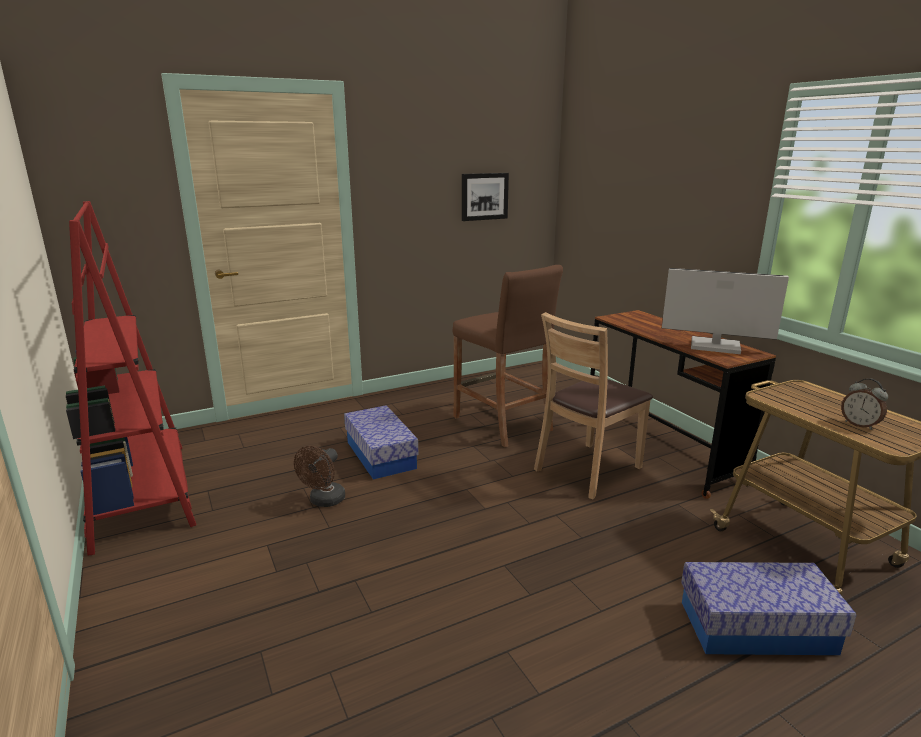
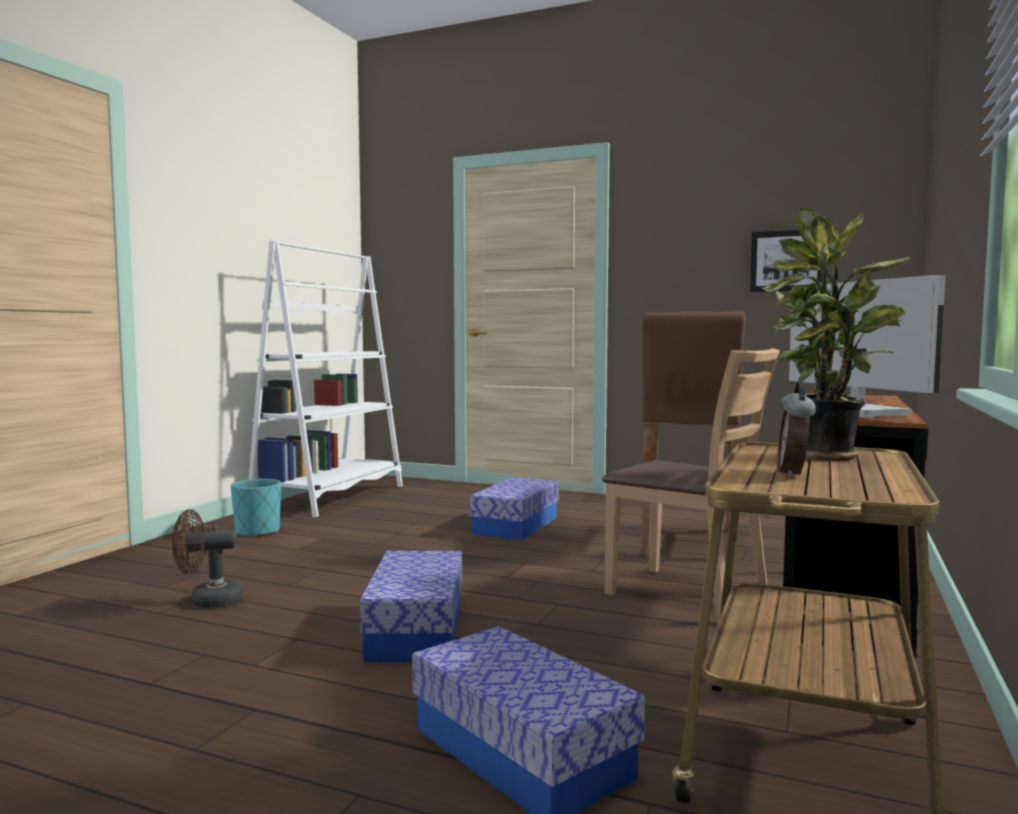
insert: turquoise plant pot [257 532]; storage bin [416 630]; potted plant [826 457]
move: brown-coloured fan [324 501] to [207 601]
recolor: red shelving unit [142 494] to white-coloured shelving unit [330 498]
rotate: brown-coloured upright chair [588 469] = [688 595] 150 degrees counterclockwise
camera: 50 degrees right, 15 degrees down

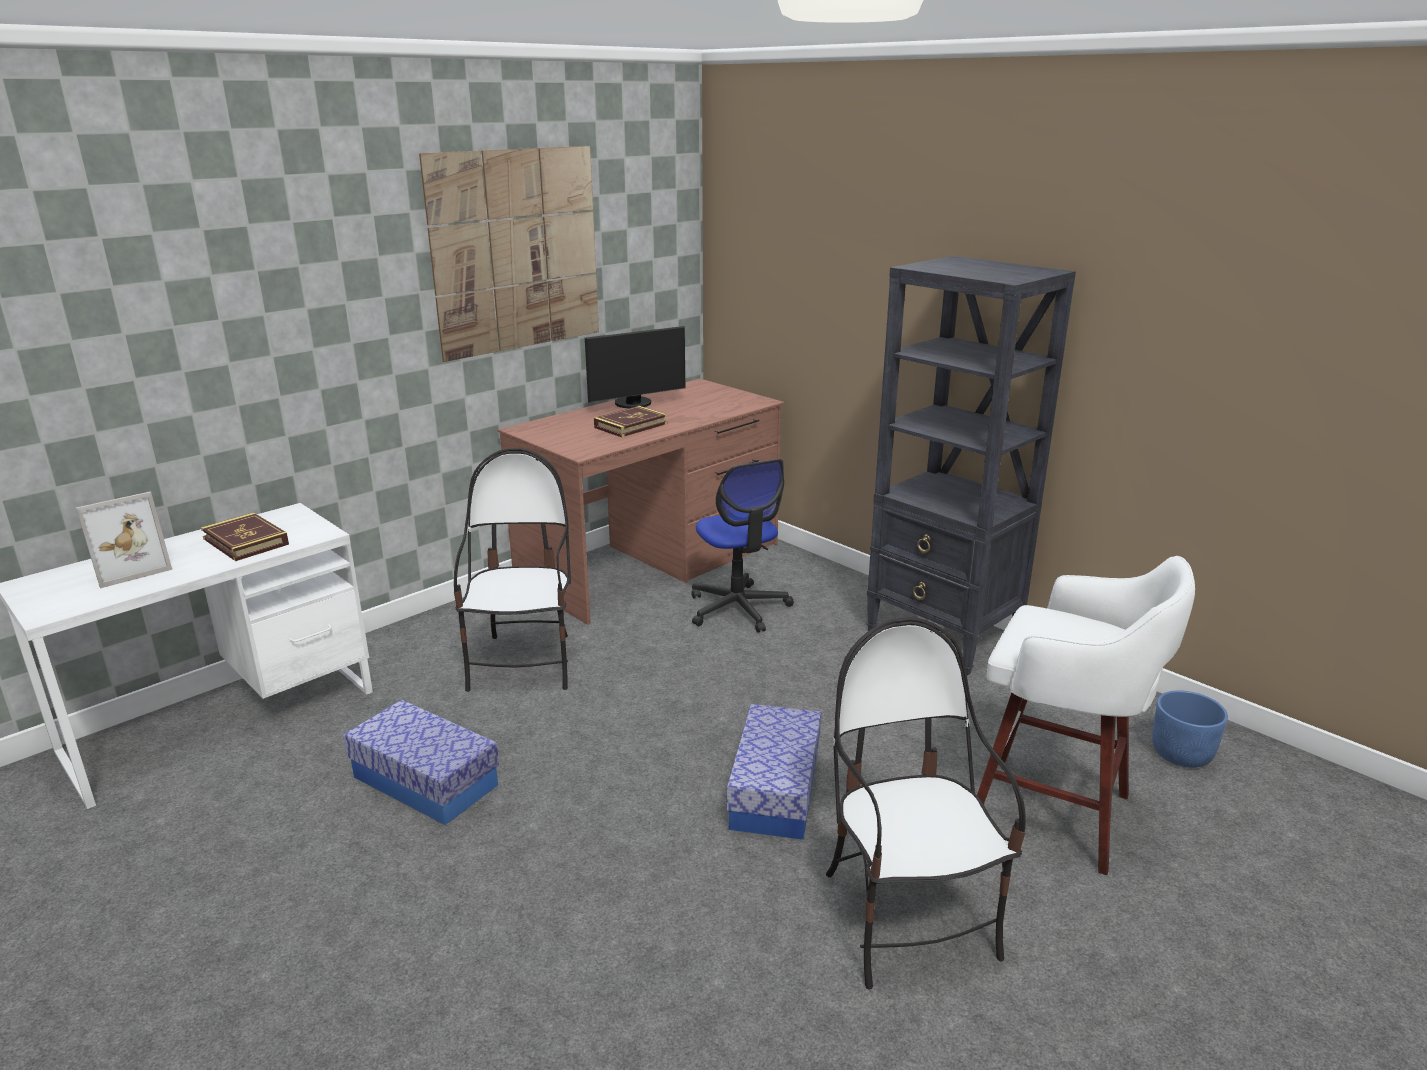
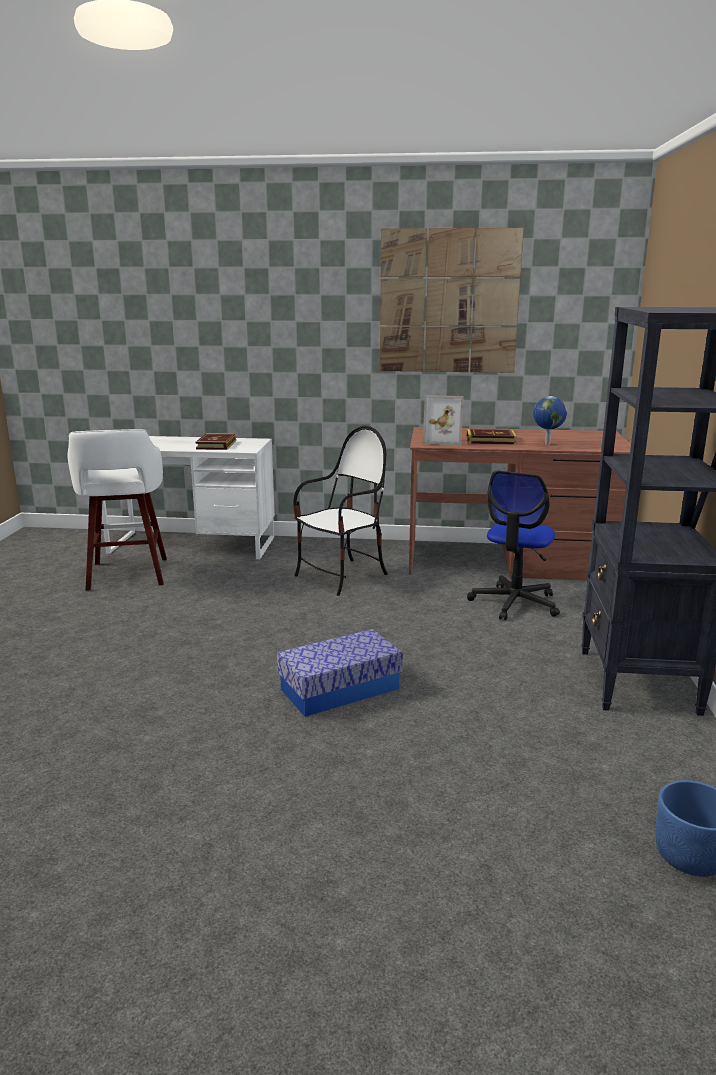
delete: storage bin [425 781]; monitor [635 404]; upright chair [907 919]
insert: globe [546 444]
move: picture frame [130 568] to [443 441]; white-coloured stool [1055 814] to [127 575]
camera: 50 degrees right, 5 degrees down

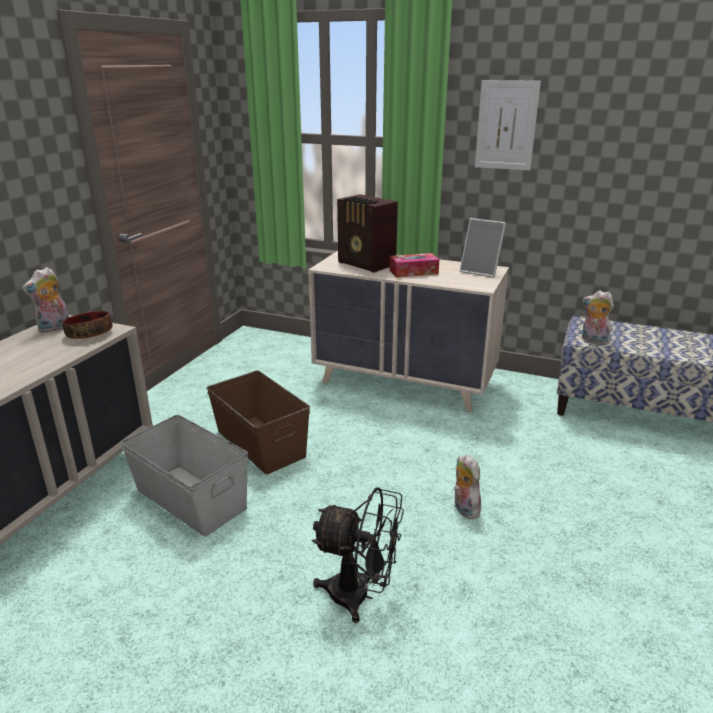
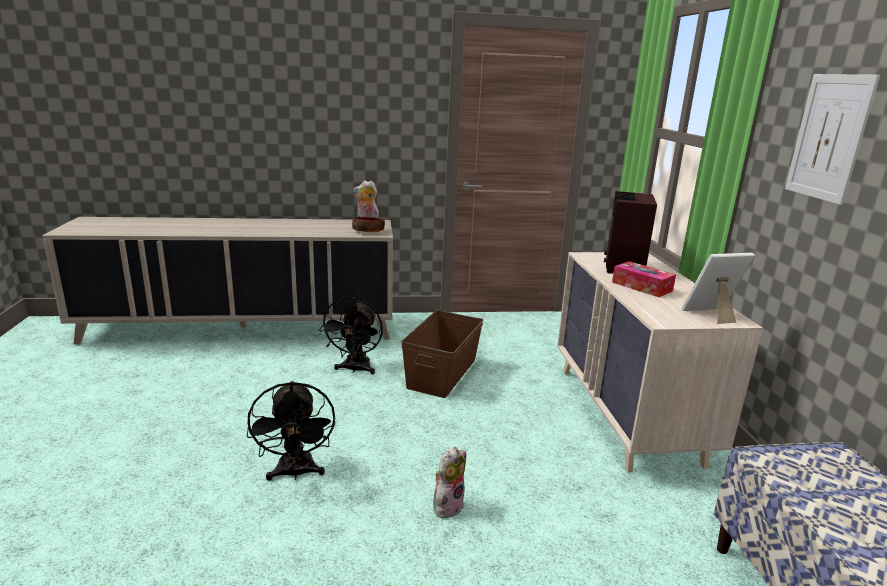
delete: soft toy [593 341]
replace: grey storage bin [191 498] to black fan [355 369]
rotate: picture frame [481 271] = [712 315] 75 degrees clockwise
camera: 60 degrees right, 5 degrees down

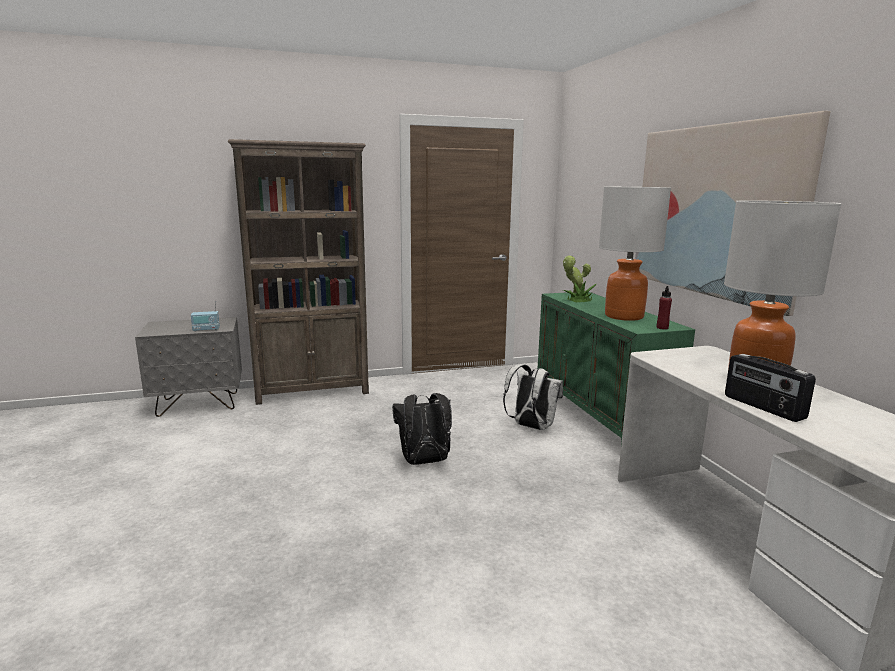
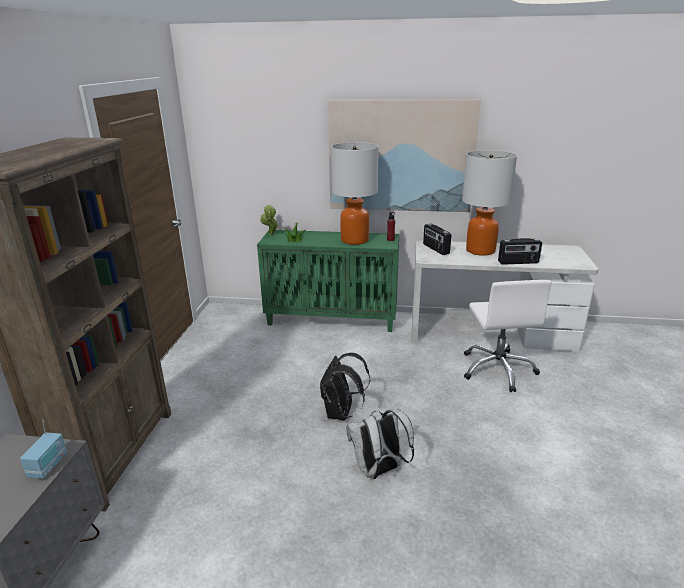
insert: radio receiver [435 249]; white-coloured office chair [498 369]
move: white-coloured knapsack [531 427] to [379 470]
camera: 65 degrees left, 10 degrees up

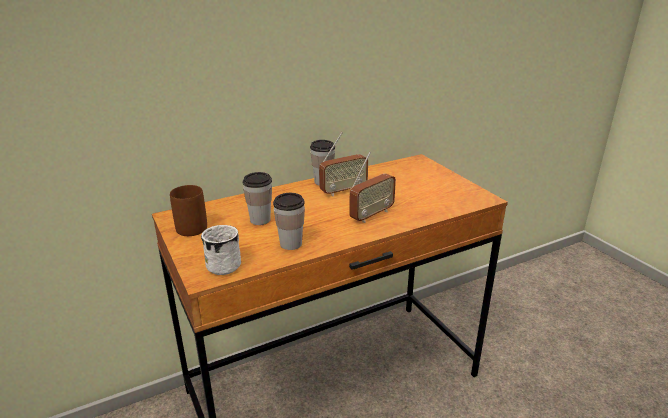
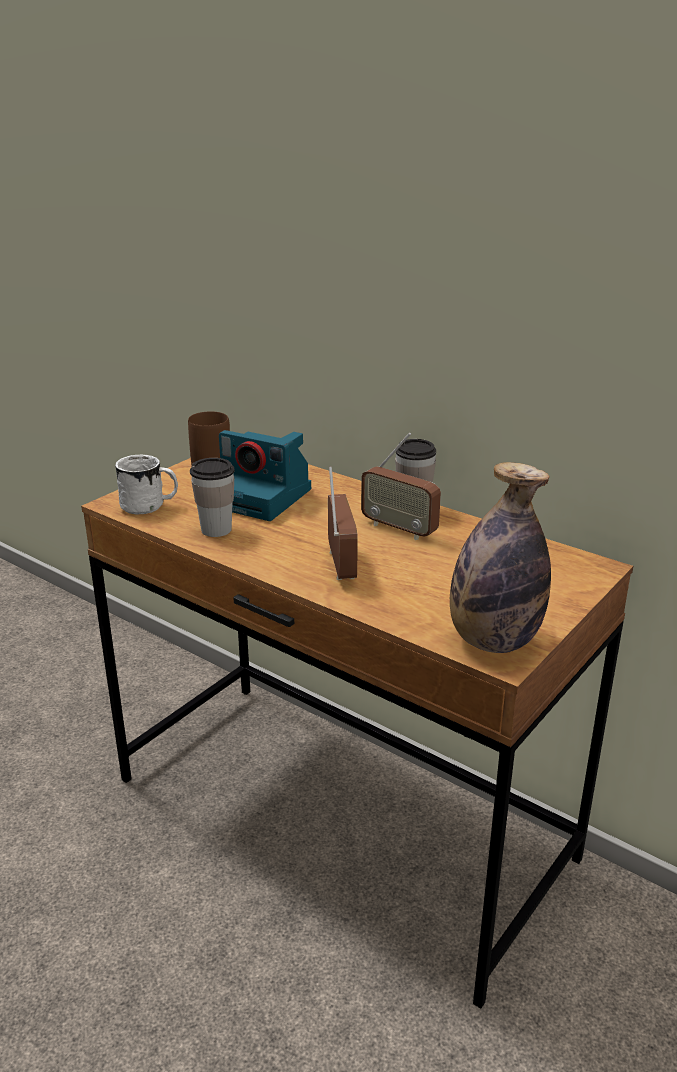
insert: drink bottle [493 641]
replace: drinking cup [260 220] to photo camera [262 497]
rotate: radio receiver [371 215] = [340 565] 120 degrees counterclockwise
camera: 65 degrees right, 0 degrees up

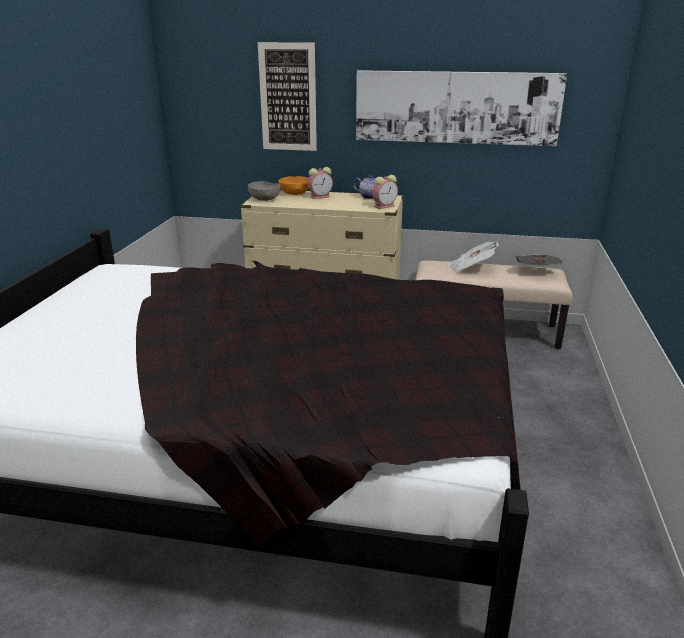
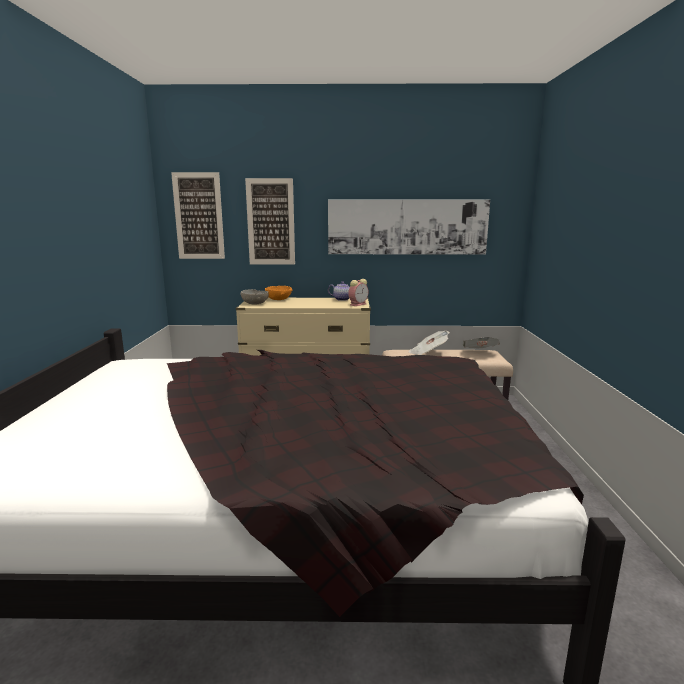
delete: alarm clock [320 197]
insert: picture [198 216]
camera: 10 degrees left, 10 degrees down

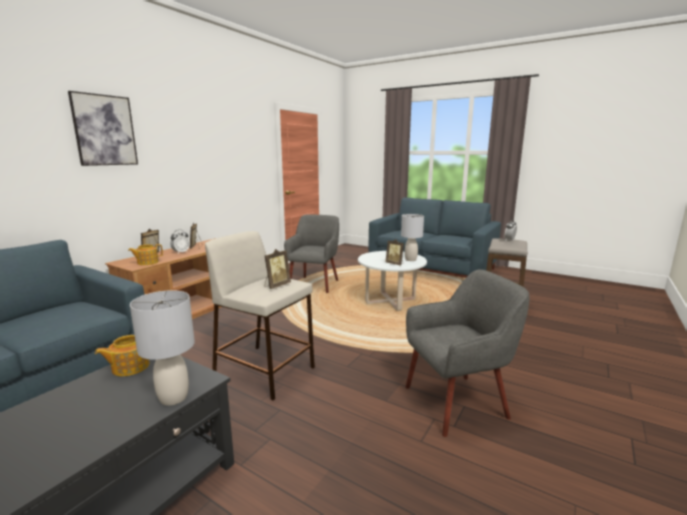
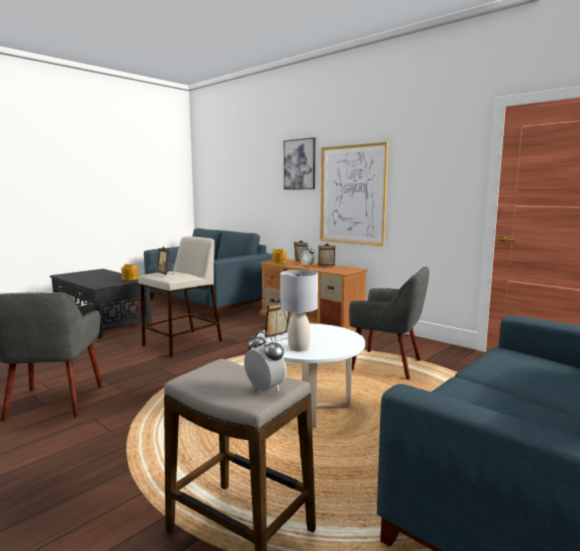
delete: grey tabletop lamp [174 397]
insert: picture [352 195]
camera: 100 degrees right, 5 degrees down

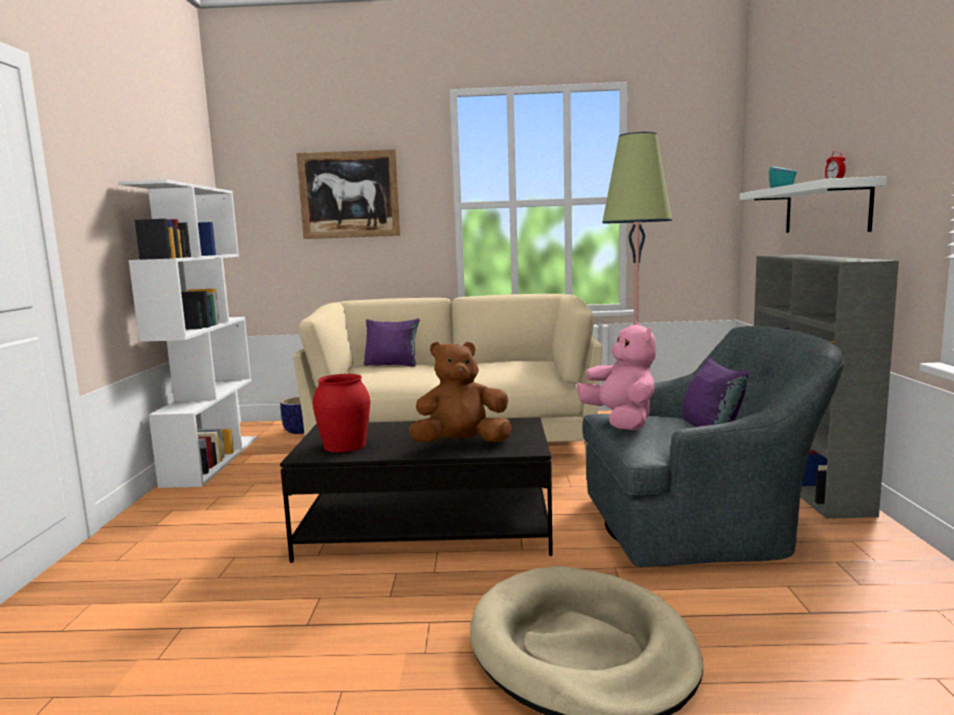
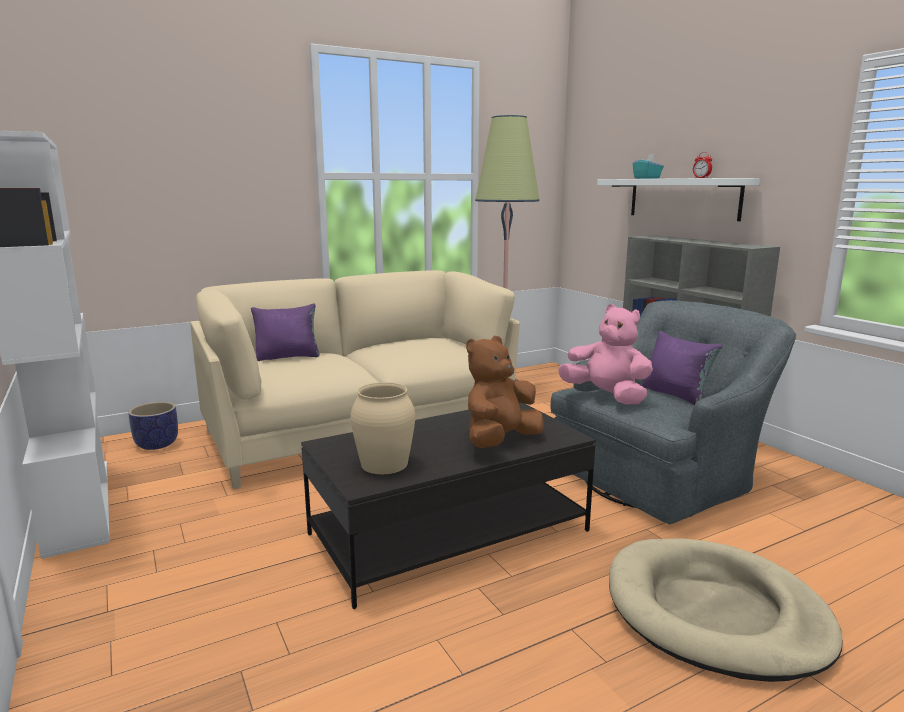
delete: picture [349 195]
recolor: red vase [345 445] to beige vase [385 464]
camera: 30 degrees left, 5 degrees up

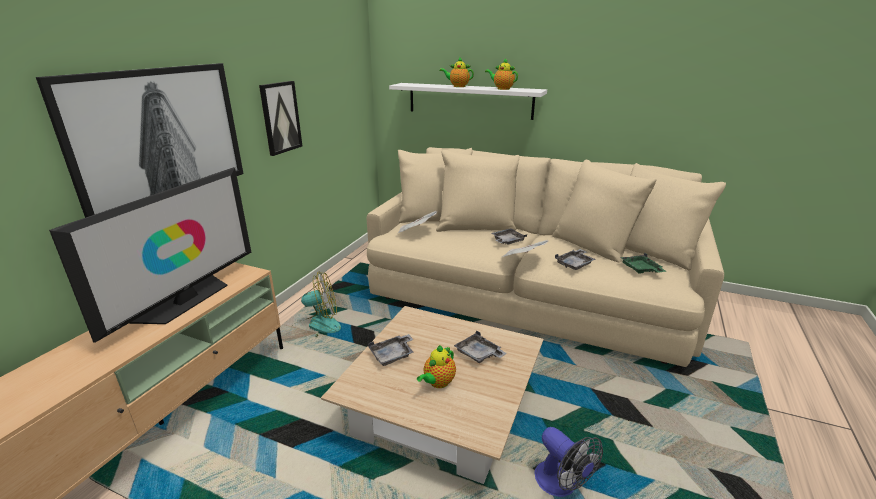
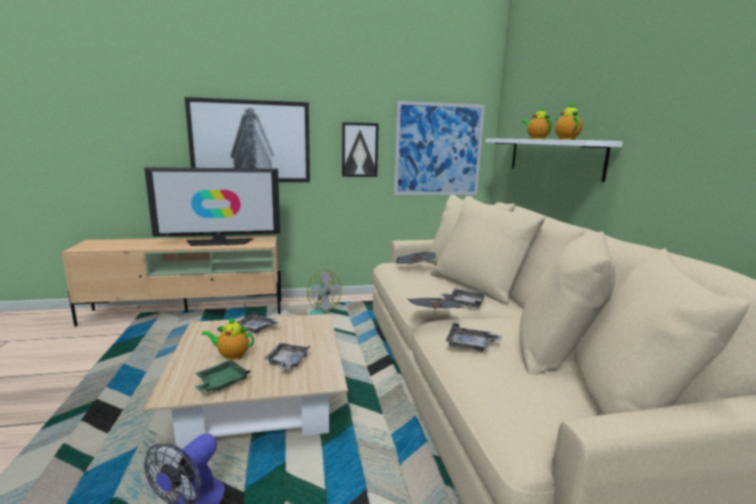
insert: picture [438 150]
move: green-coloured tray [641 269] to [221 383]
camera: 55 degrees right, 10 degrees down

